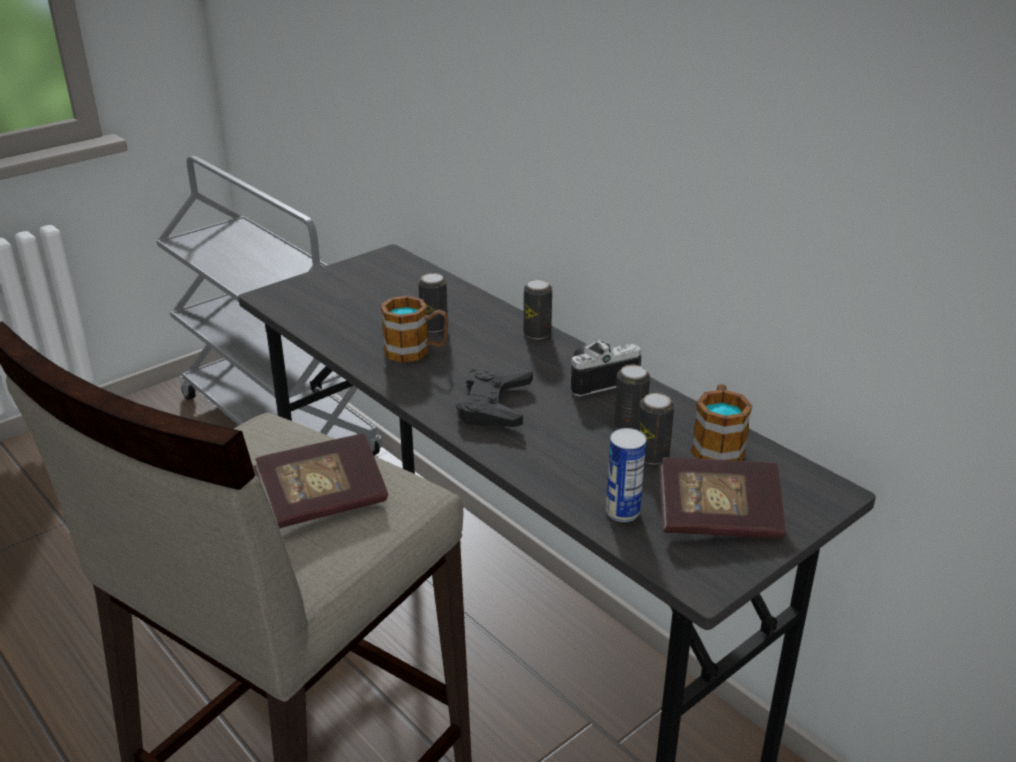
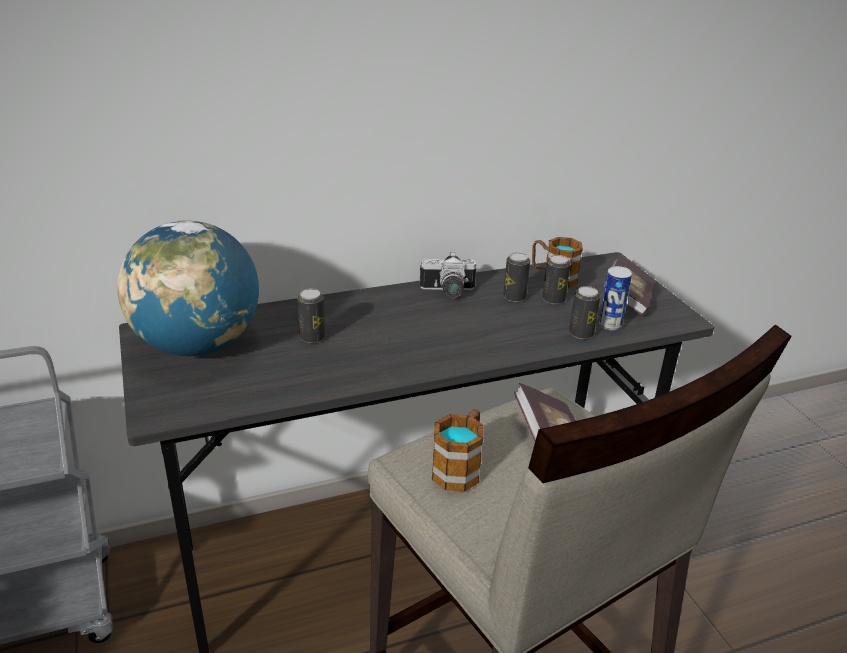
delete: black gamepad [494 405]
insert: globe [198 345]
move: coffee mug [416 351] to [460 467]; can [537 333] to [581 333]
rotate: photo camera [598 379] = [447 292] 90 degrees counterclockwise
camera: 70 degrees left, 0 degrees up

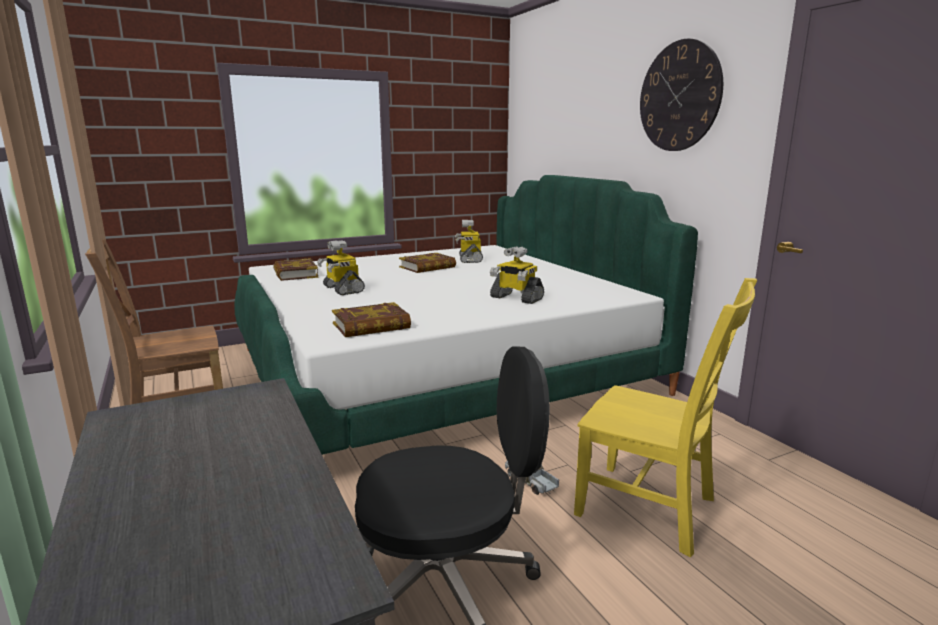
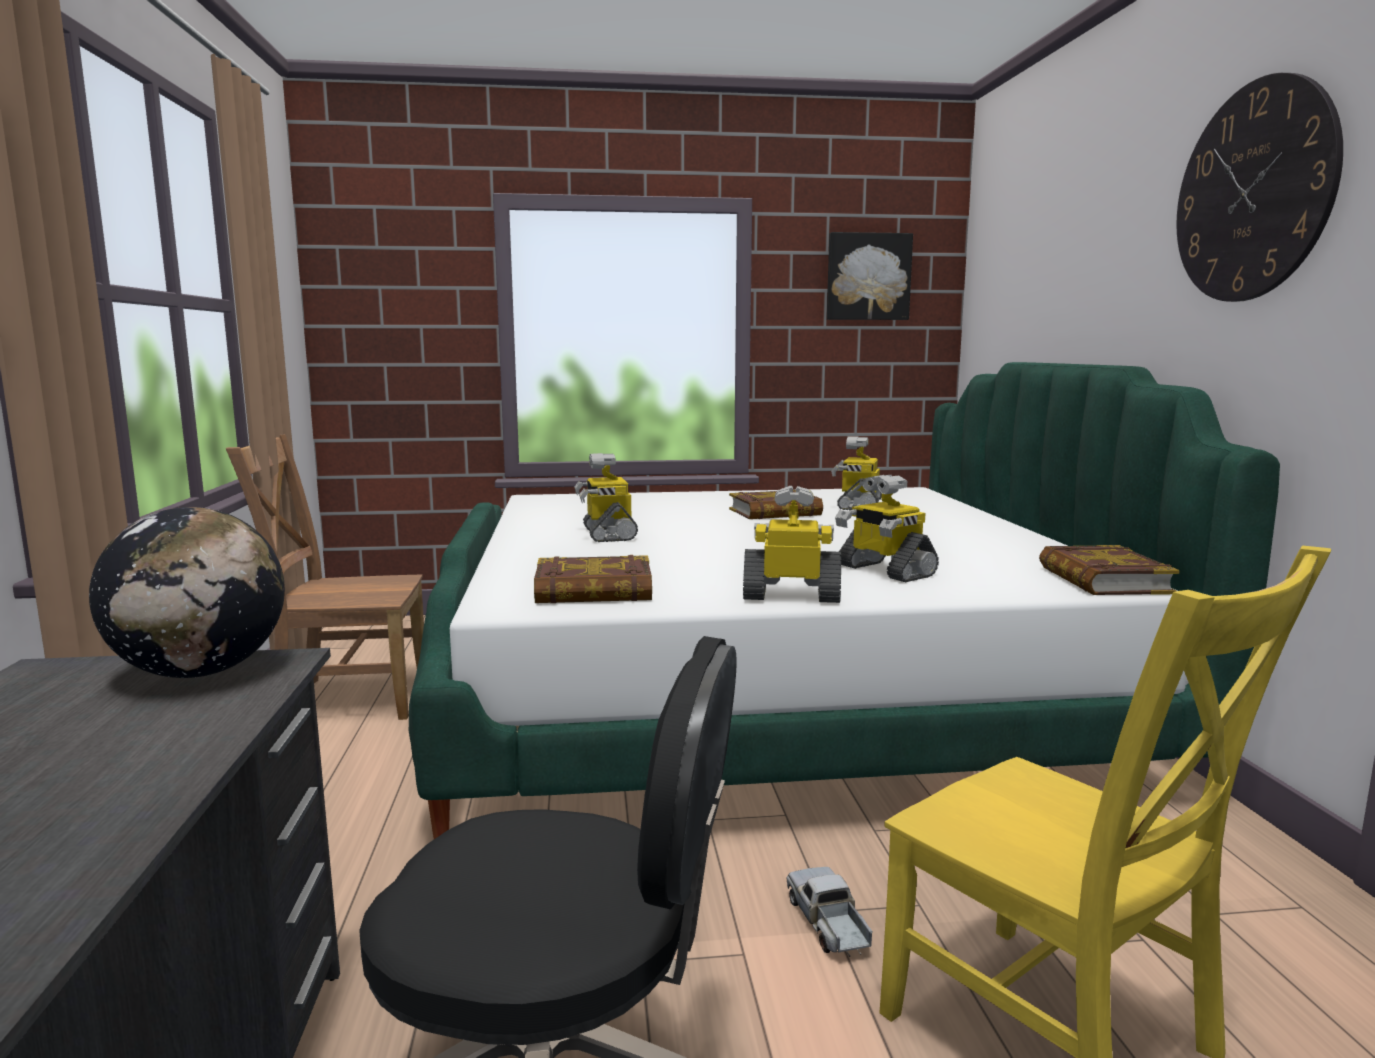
insert: globe [200 672]; toy robot [792 595]; picture [868 277]
move: volume [295 274] to [1103 580]
camera: 20 degrees right, 5 degrees down

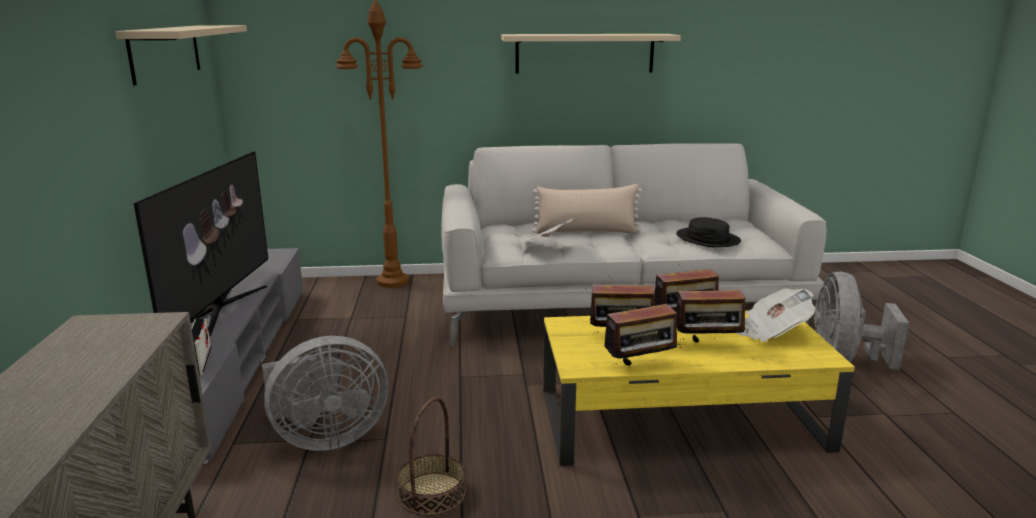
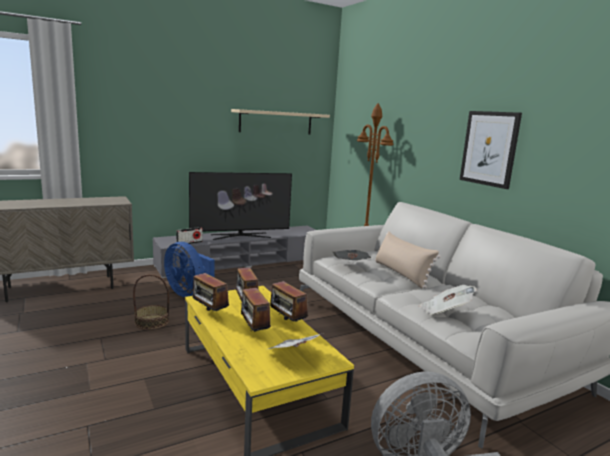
replace: beige bracket shelf [584 53] to picture [489 148]; black clothing hat [707 239] to printed paper [444 312]
recolor: grey fan [325 438] to bluish fan [188 293]
camera: 65 degrees right, 5 degrees down

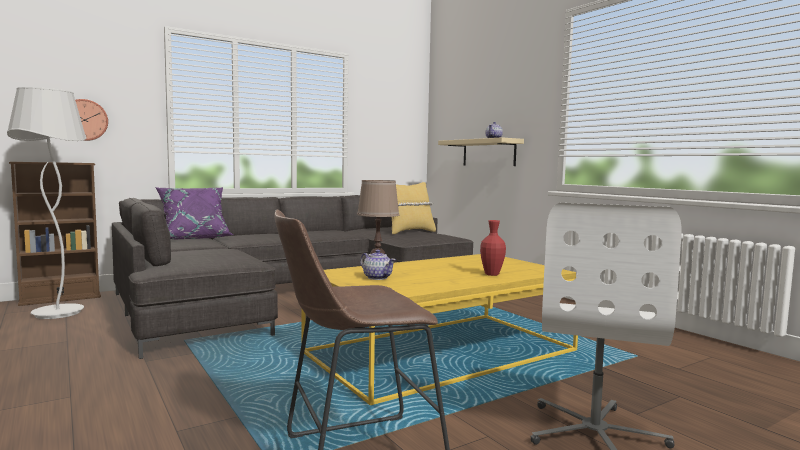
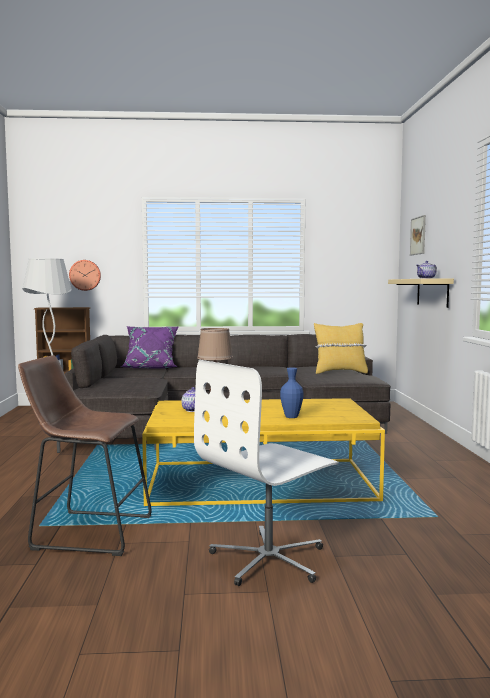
insert: picture [418 235]
recolor: red vase [491 274] to bluish vase [291 417]
camera: 30 degrees right, 0 degrees up

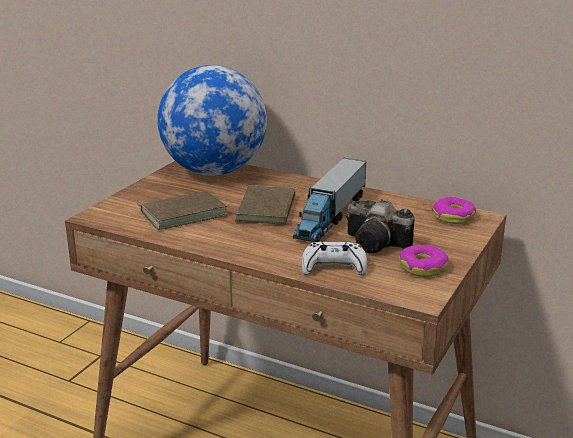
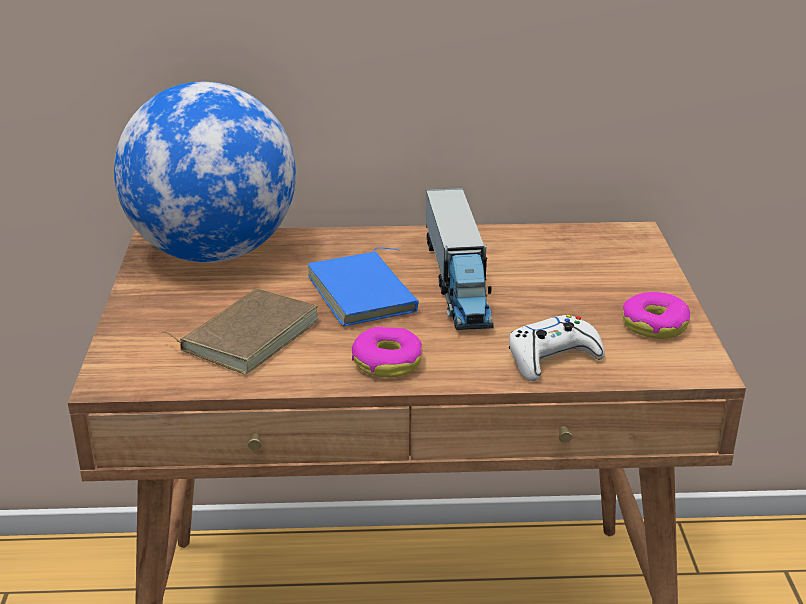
delete: photo camera [378 244]
move: doughnut [453 217] to [387 362]
recolor: brown-coloured volume [269 209] to bluish volume [365 294]
camera: 30 degrees left, 5 degrees up

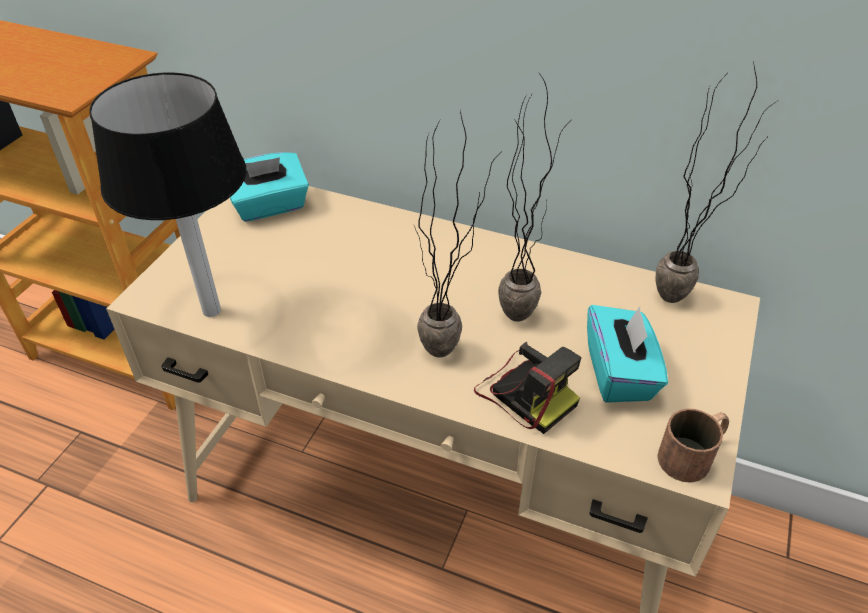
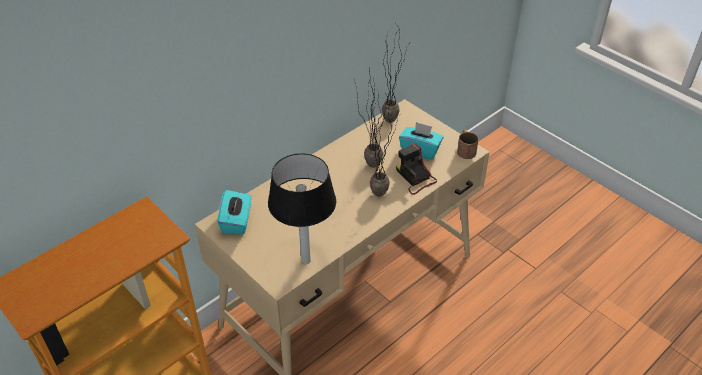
rotate: photo camera [525 393] = [415 178] 105 degrees counterclockwise
camera: 65 degrees left, 0 degrees up

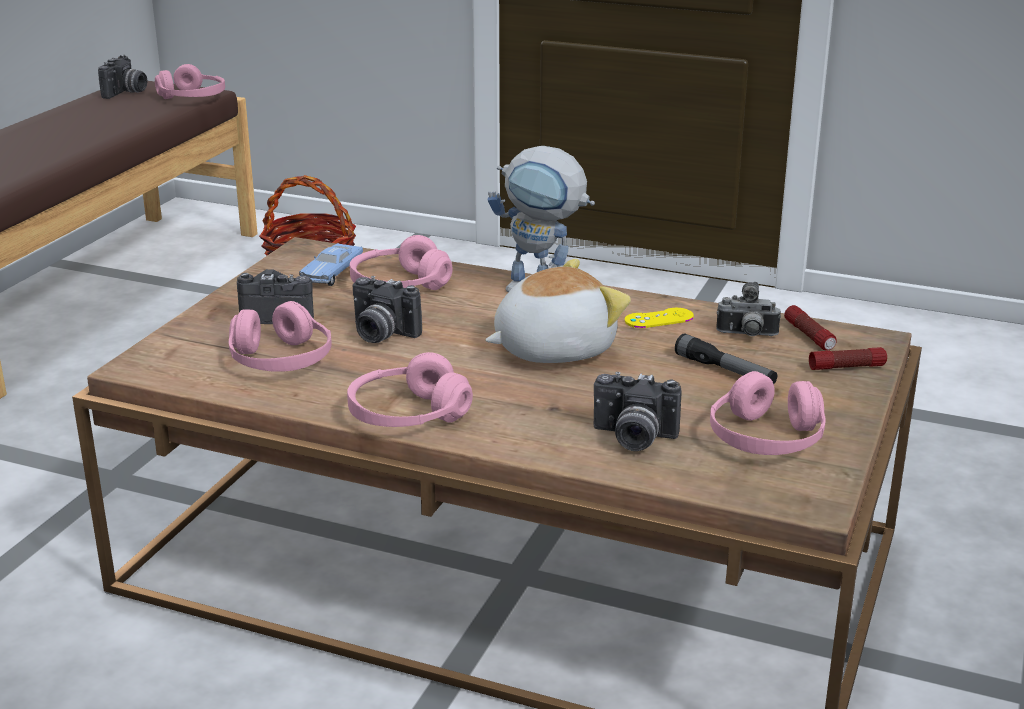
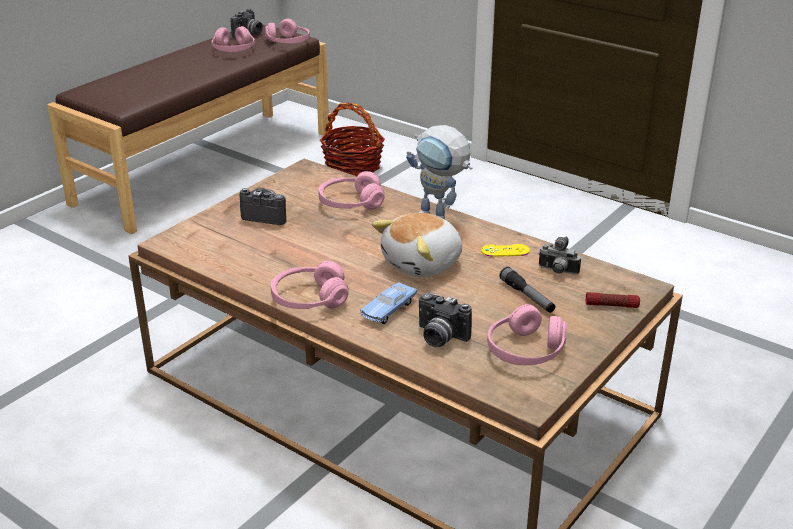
delete: photo camera [380 334]; torch [809 336]
move: pink headset [281 360] to [233 50]; bluish toy car [332 273] to [388 309]
rotate: soft toy [552 349] = [423 264] 150 degrees clockwise
camera: 15 degrees right, 5 degrees up

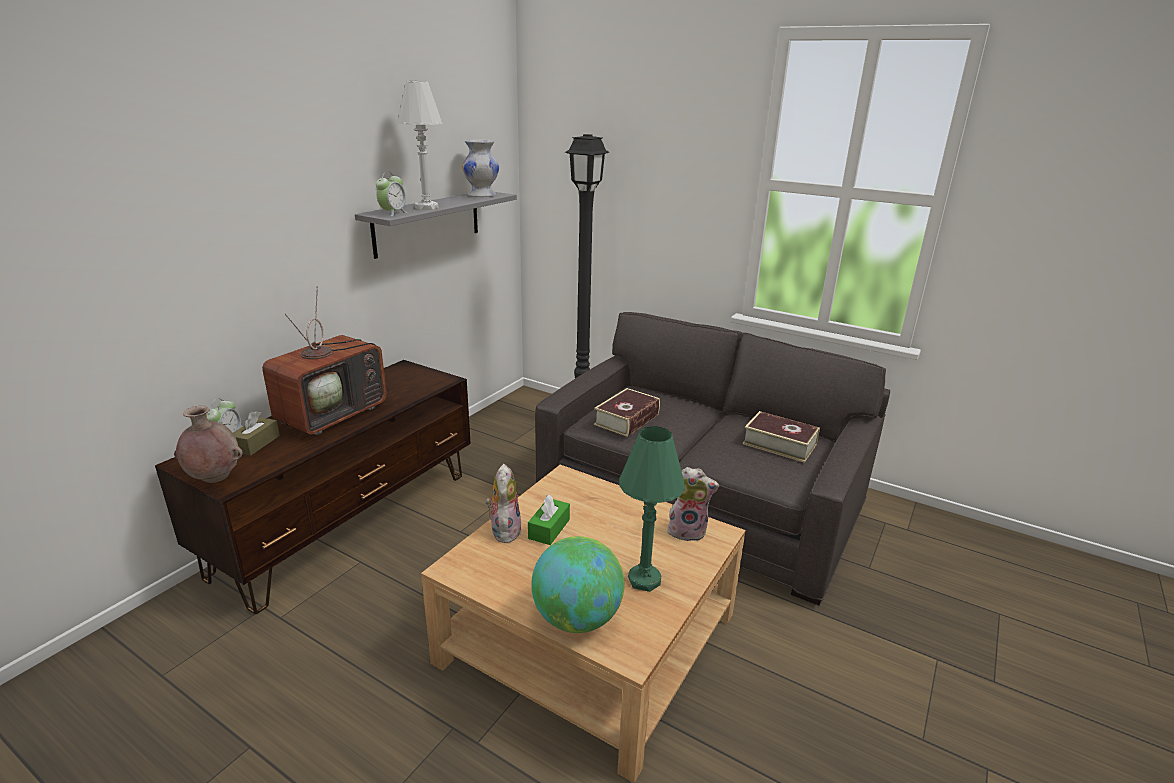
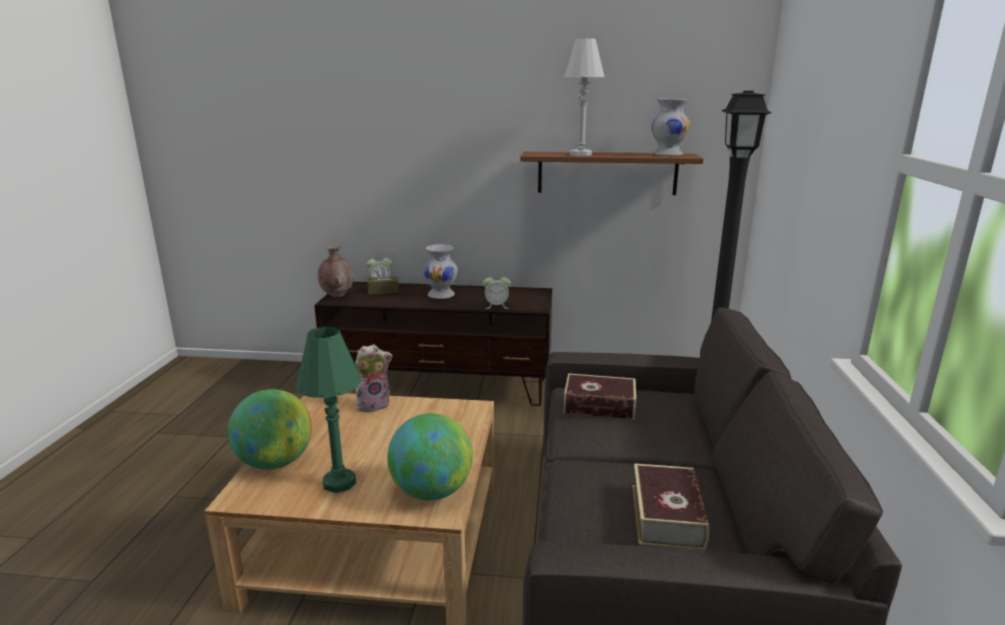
delete: green-coloured box of tissues [549 529]
move: alarm clock [393 213] to [496 306]
replace: TV [333 413] to white-coloured vase [441 295]; soft toy [688 531] to globe [432 491]
recolor: grey bracket shelf [427 223] to brown-coloured bracket shelf [607 173]
camera: 65 degrees right, 5 degrees down

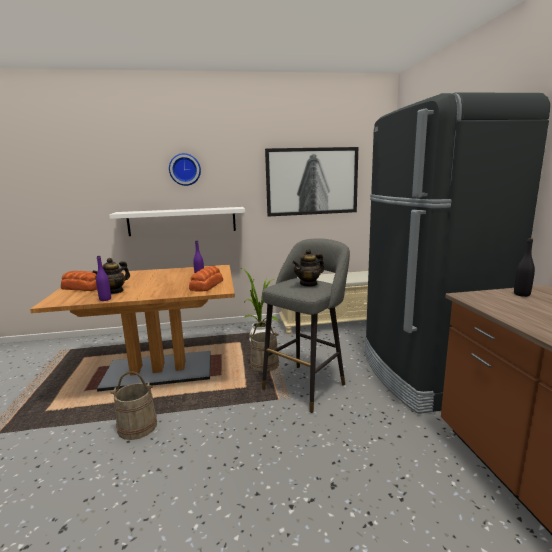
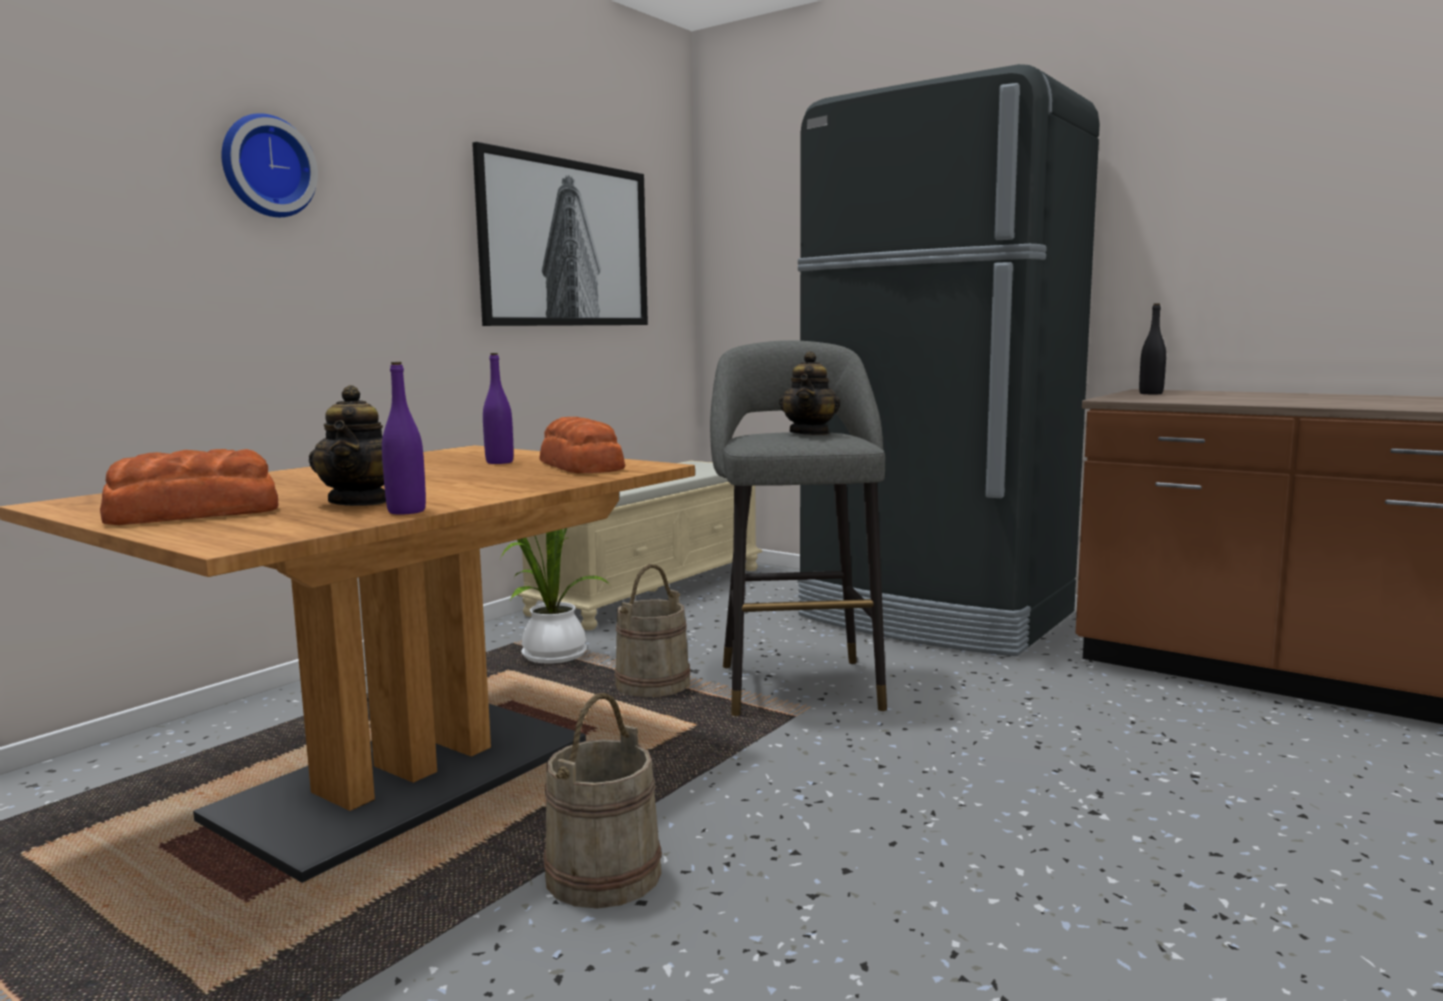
delete: white-coloured bracket shelf [182 221]
camera: 45 degrees left, 5 degrees down

